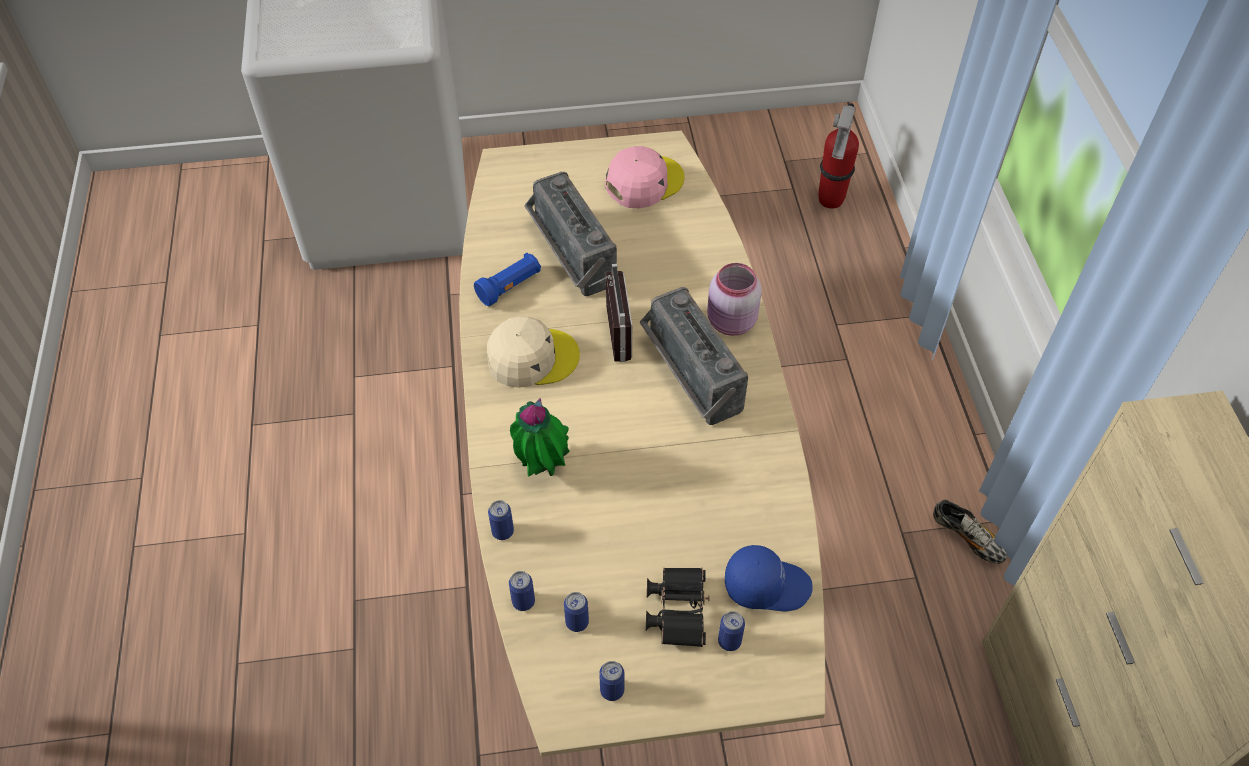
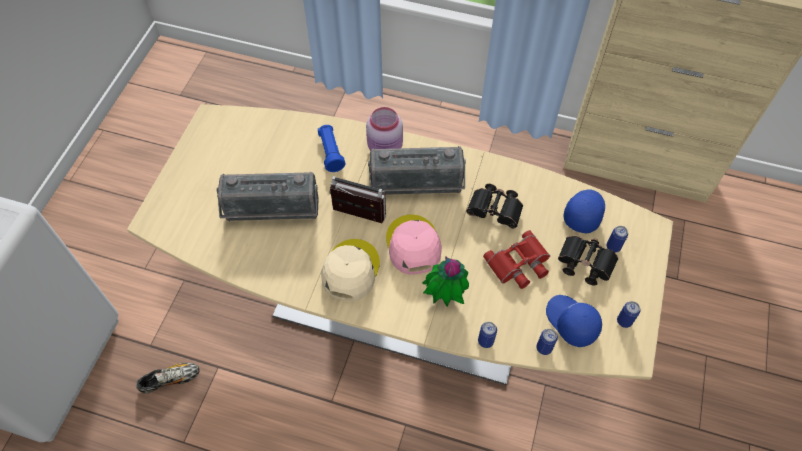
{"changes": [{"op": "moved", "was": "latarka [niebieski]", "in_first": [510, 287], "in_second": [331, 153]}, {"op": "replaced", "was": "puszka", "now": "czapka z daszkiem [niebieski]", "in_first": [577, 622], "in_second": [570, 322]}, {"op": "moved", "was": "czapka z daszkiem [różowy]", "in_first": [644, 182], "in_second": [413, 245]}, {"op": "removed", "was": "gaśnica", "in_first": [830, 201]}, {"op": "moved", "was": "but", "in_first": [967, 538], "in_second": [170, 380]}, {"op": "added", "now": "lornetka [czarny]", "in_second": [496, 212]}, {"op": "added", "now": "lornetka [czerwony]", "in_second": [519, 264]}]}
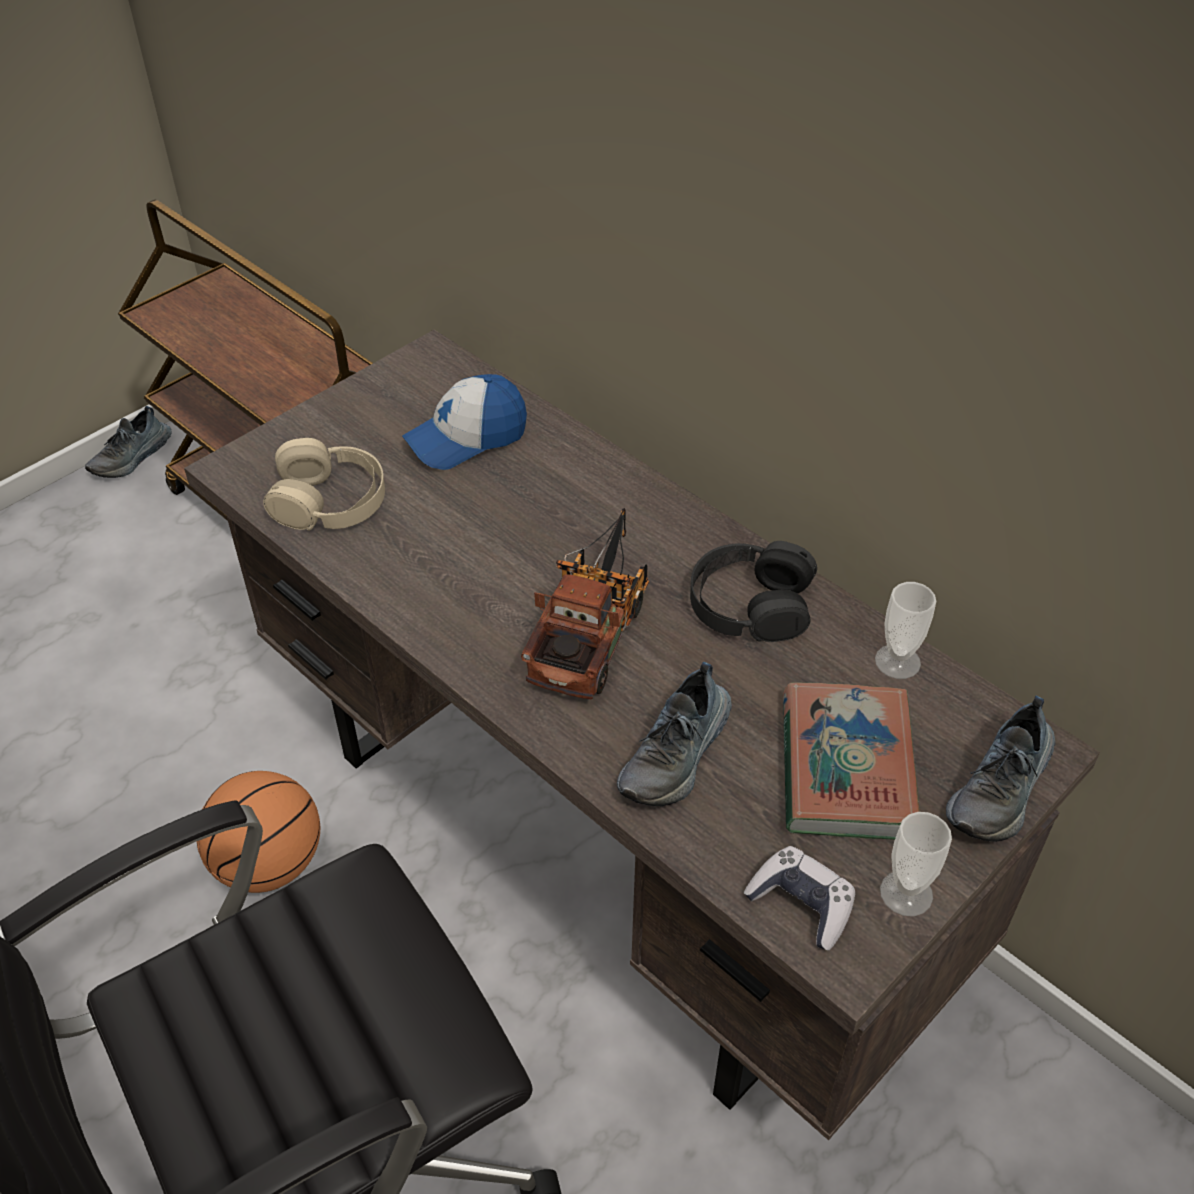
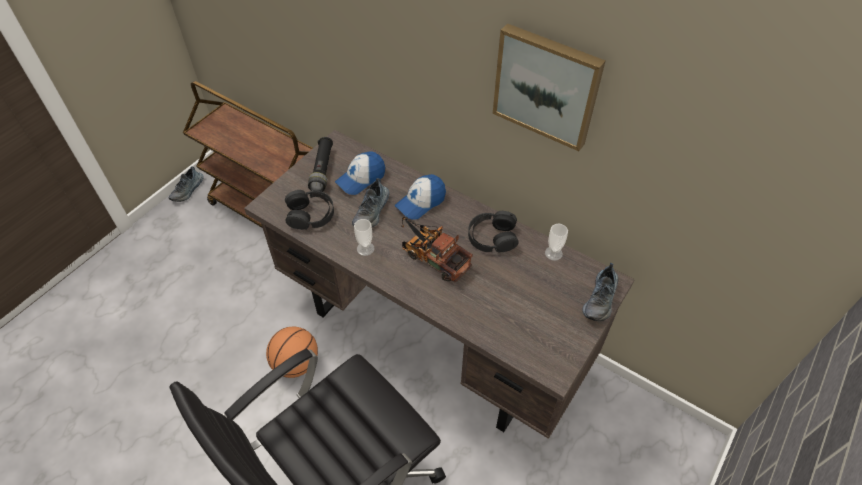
{"changes": [{"op": "recoloured", "was": "słuchawki [beżowy]", "now": "słuchawki [czarny]", "in_first": [329, 500], "in_second": [310, 214]}, {"op": "turned", "was": "ciężarówka zabawkowa", "in_first": [593, 630], "in_second": [432, 256], "clockwise": -60}, {"op": "moved", "was": "but", "in_first": [677, 754], "in_second": [372, 211]}, {"op": "removed", "was": "pad do gier", "in_first": [801, 904]}, {"op": "removed", "was": "książka", "in_first": [846, 767]}, {"op": "moved", "was": "filiżanka", "in_first": [906, 893], "in_second": [365, 248]}, {"op": "added", "now": "latarka [czarny]", "in_second": [322, 170]}, {"op": "added", "now": "czapka z daszkiem", "in_second": [421, 202]}, {"op": "added", "now": "obraz", "in_second": [547, 85]}]}
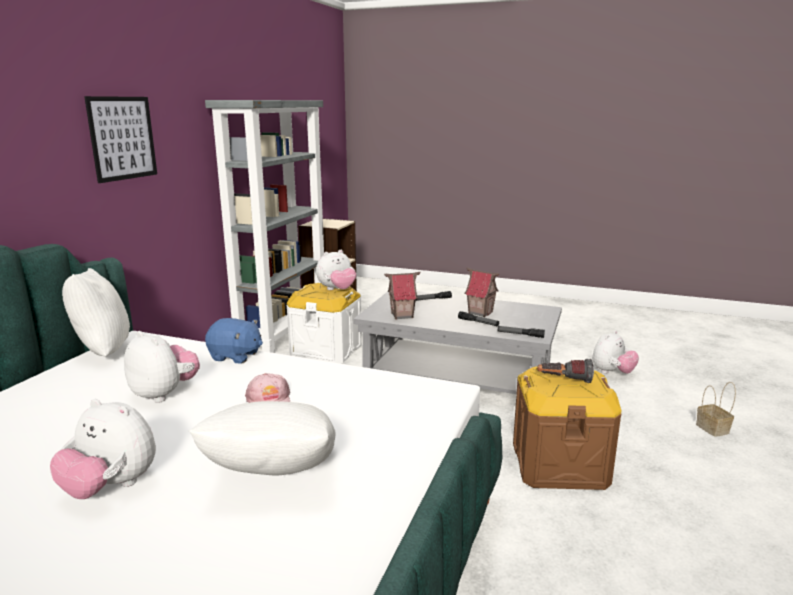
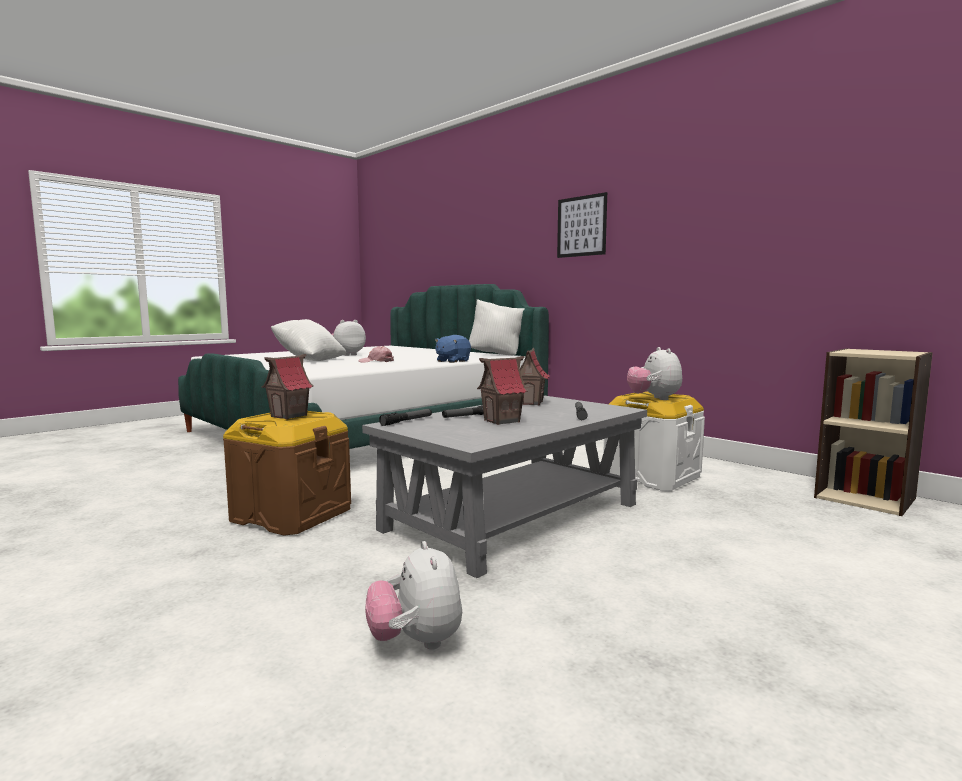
{"changes": [{"op": "removed", "was": "pluszak", "in_first": [164, 394]}, {"op": "removed", "was": "regał [szary]", "in_first": [283, 333]}, {"op": "replaced", "was": "latarka", "now": "domek", "in_first": [564, 380], "in_second": [289, 416]}, {"op": "removed", "was": "koszyk", "in_first": [713, 429]}]}
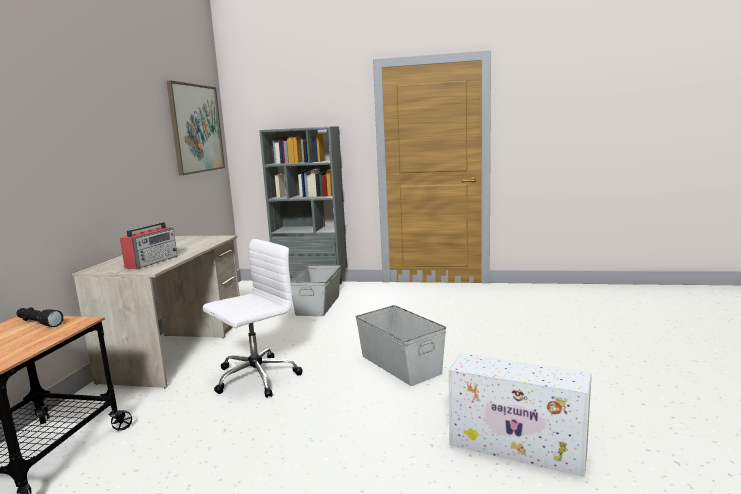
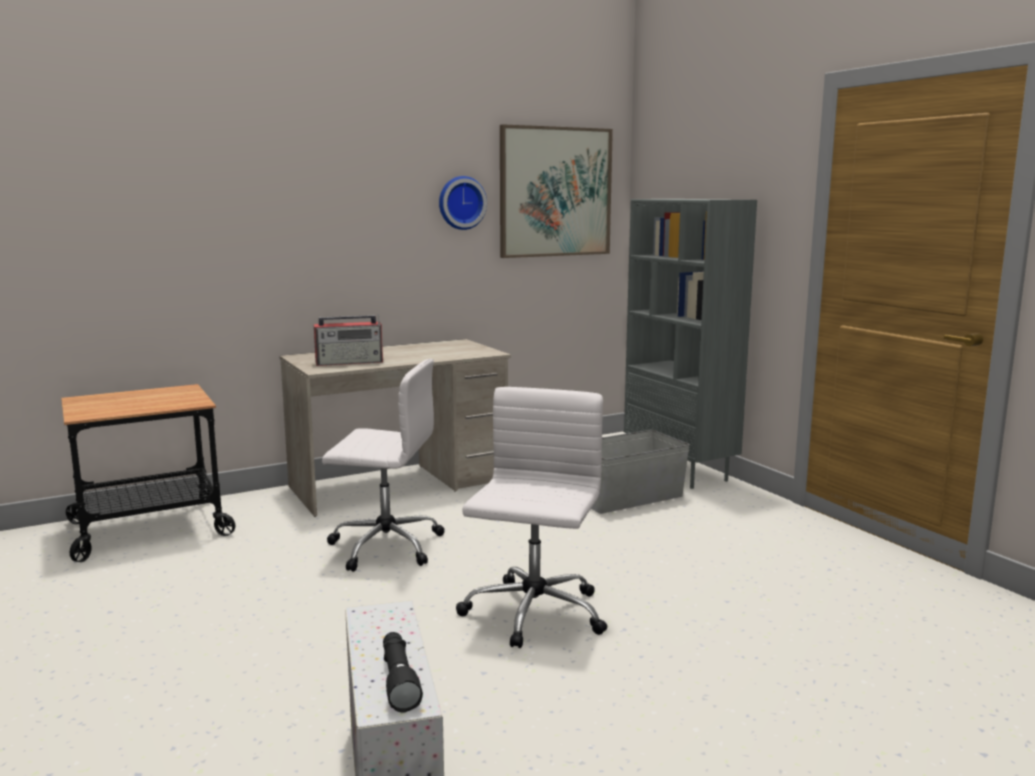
{"changes": [{"op": "moved", "was": "latarka [czarny]", "in_first": [39, 323], "in_second": [398, 680]}, {"op": "replaced", "was": "pojemnik do przechowywania [szary]", "now": "krzesło biurowe [biały]", "in_first": [400, 364], "in_second": [533, 614]}, {"op": "added", "now": "zegar ścienny", "in_second": [461, 203]}]}
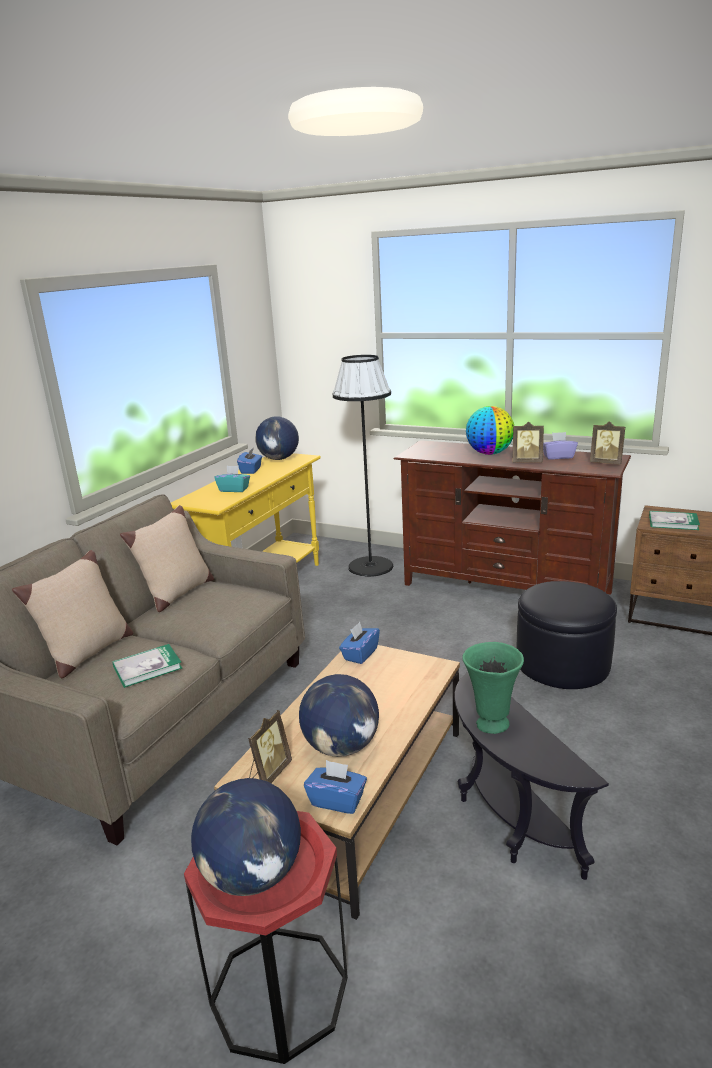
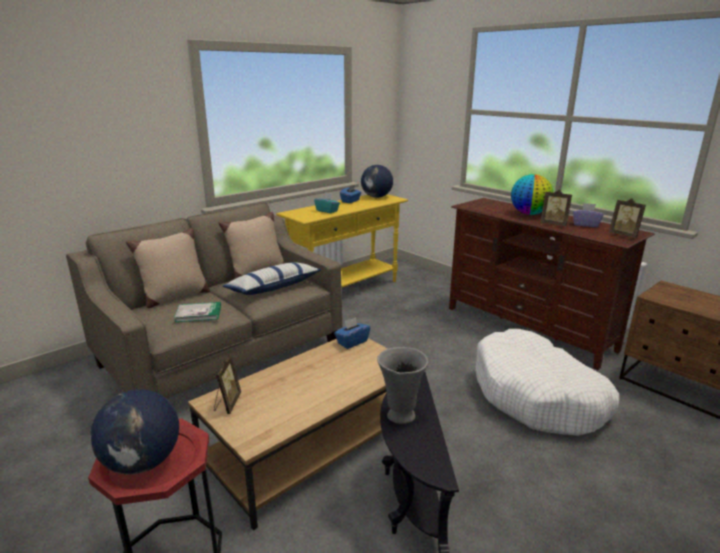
{"changes": [{"op": "turned", "was": "ramka na zdjęcie", "in_first": [269, 773], "in_second": [227, 404], "clockwise": -45}, {"op": "removed", "was": "globus", "in_first": [341, 747]}, {"op": "removed", "was": "pudełko chusteczek [niebieski]", "in_first": [337, 800]}, {"op": "removed", "was": "lampa stojąca [czarny]", "in_first": [370, 566]}, {"op": "recoloured", "was": "wazon [zielony]", "now": "wazon [szary]", "in_first": [491, 724], "in_second": [400, 416]}, {"op": "replaced", "was": "pufa [czarny]", "now": "legowisko [biały]", "in_first": [562, 663], "in_second": [537, 396]}, {"op": "removed", "was": "książka", "in_first": [673, 522]}, {"op": "added", "now": "poduszka", "in_second": [273, 287]}]}
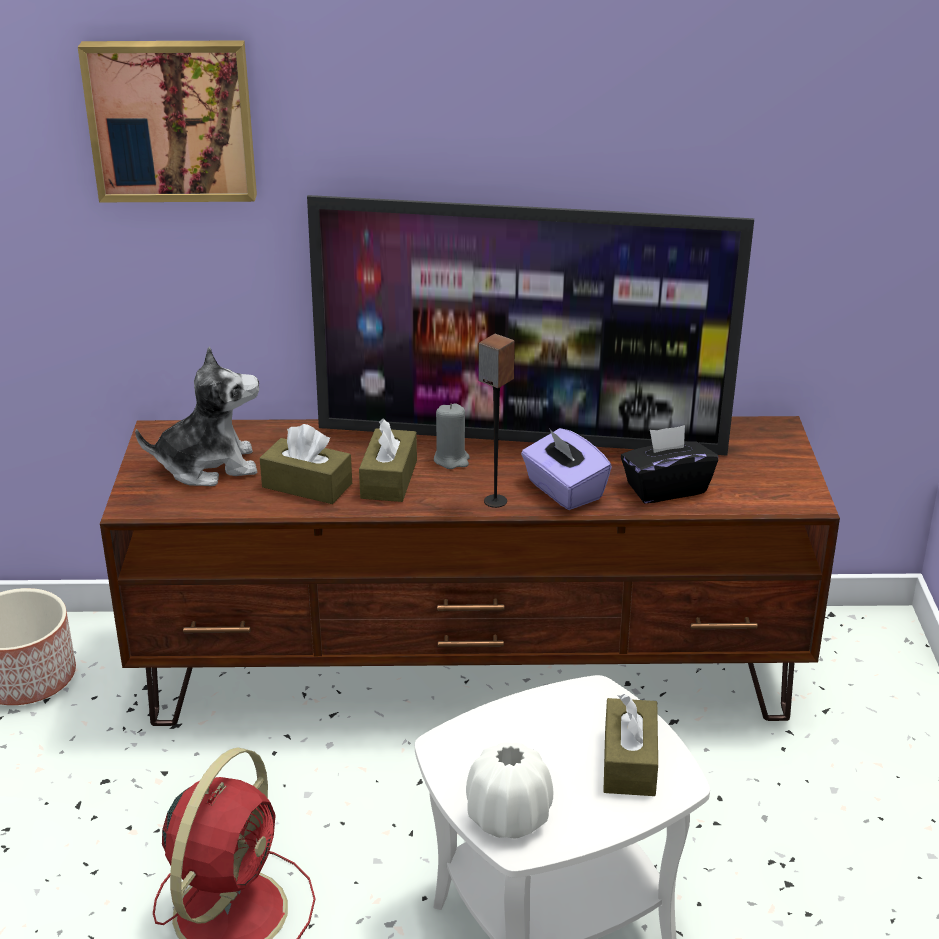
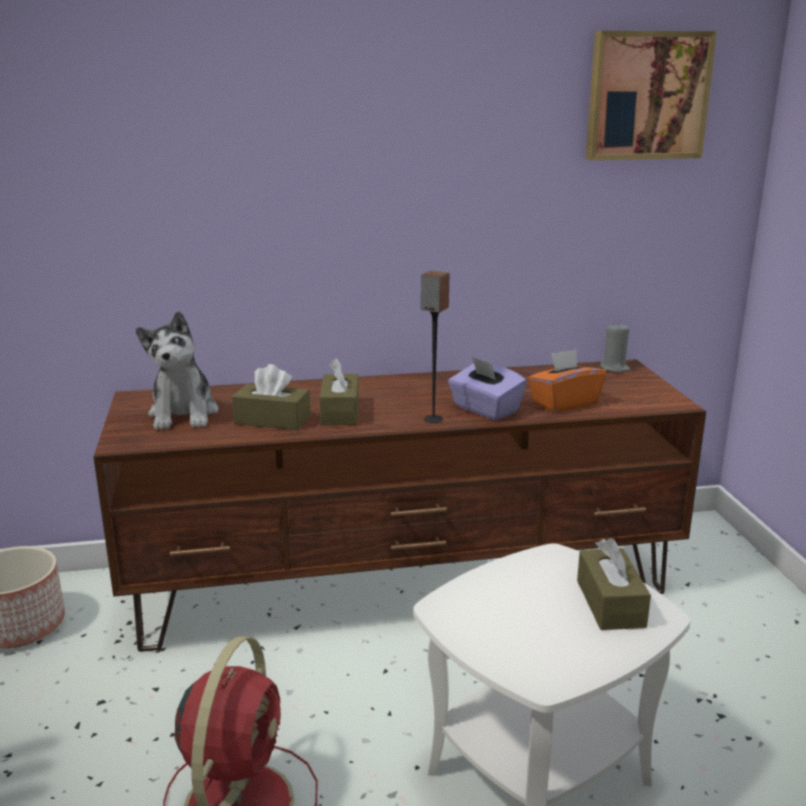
{"changes": [{"op": "moved", "was": "obraz", "in_first": [171, 119], "in_second": [646, 96]}, {"op": "turned", "was": "pluszak", "in_first": [208, 466], "in_second": [184, 414], "clockwise": 105}, {"op": "removed", "was": "telewizor", "in_first": [522, 438]}, {"op": "moved", "was": "świeca [szary]", "in_first": [451, 459], "in_second": [614, 368]}, {"op": "removed", "was": "wazon [biały]", "in_first": [509, 818]}, {"op": "recoloured", "was": "pudełko chusteczek [czarny]", "now": "pudełko chusteczek [pomarańczowy]", "in_first": [666, 488], "in_second": [564, 403]}]}
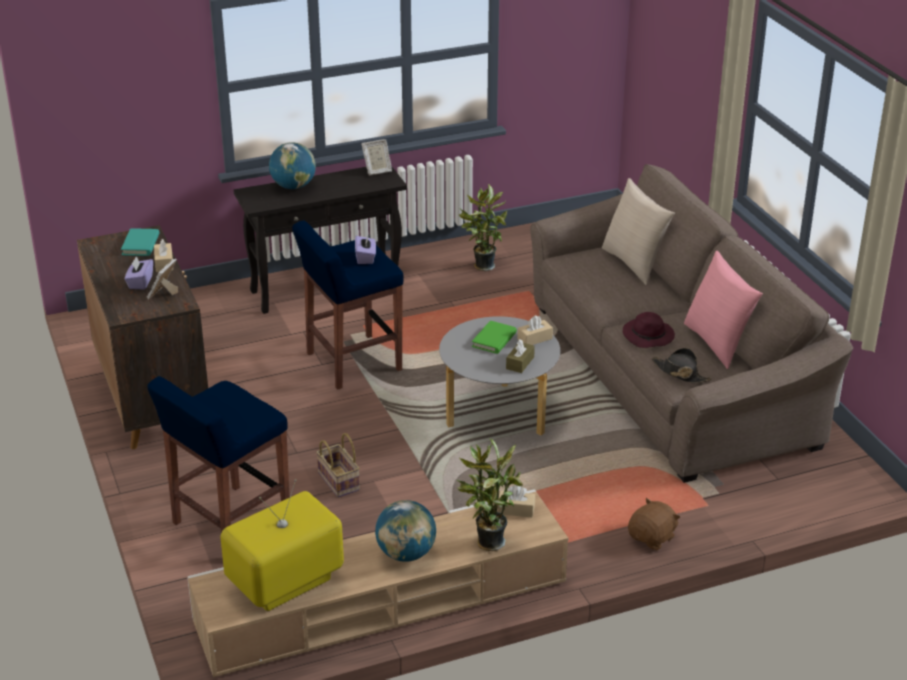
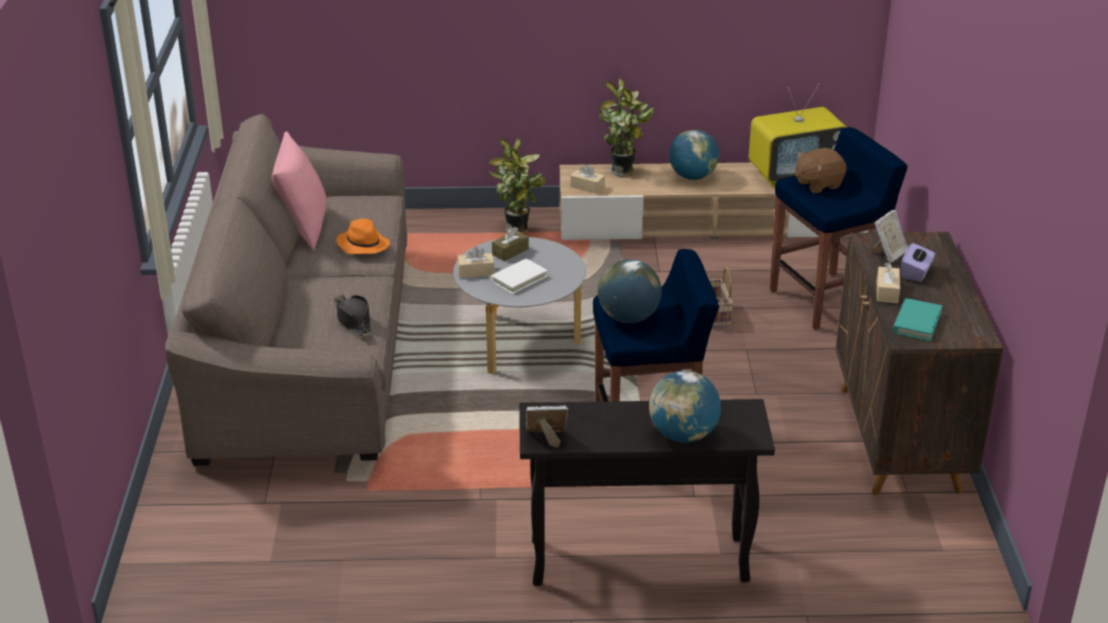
{"changes": [{"op": "replaced", "was": "pudełko chusteczek [fioletowy]", "now": "globus", "in_first": [365, 258], "in_second": [629, 318]}, {"op": "moved", "was": "roślina doniczkowa", "in_first": [482, 266], "in_second": [519, 231]}, {"op": "recoloured", "was": "książka [zielony]", "now": "książka [biały]", "in_first": [494, 340], "in_second": [518, 279]}, {"op": "removed", "was": "poduszka [beżowy]", "in_first": [634, 263]}, {"op": "recoloured", "was": "kapelusz [fioletowy]", "now": "kapelusz [pomarańczowy]", "in_first": [649, 336], "in_second": [362, 245]}, {"op": "moved", "was": "pluszak [brązowy]", "in_first": [652, 538], "in_second": [818, 184]}, {"op": "moved", "was": "kapelusz [czarny]", "in_first": [680, 373], "in_second": [353, 321]}]}
